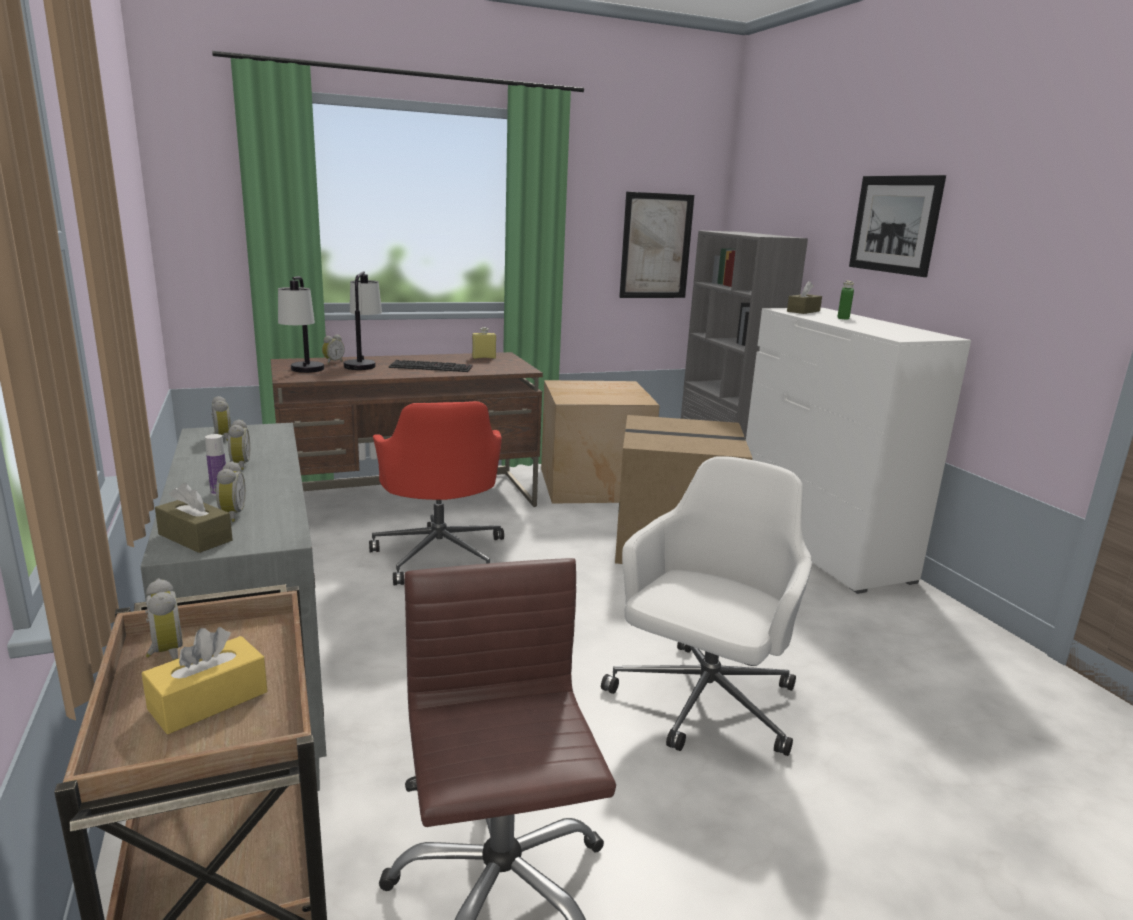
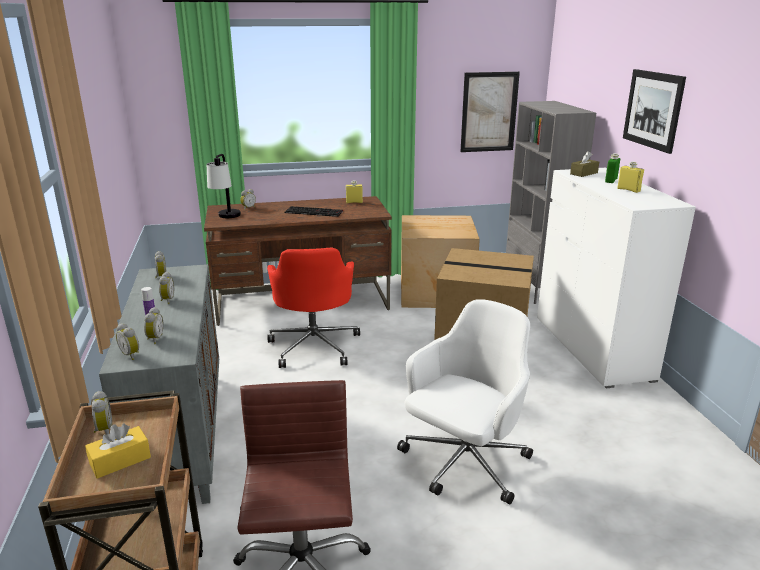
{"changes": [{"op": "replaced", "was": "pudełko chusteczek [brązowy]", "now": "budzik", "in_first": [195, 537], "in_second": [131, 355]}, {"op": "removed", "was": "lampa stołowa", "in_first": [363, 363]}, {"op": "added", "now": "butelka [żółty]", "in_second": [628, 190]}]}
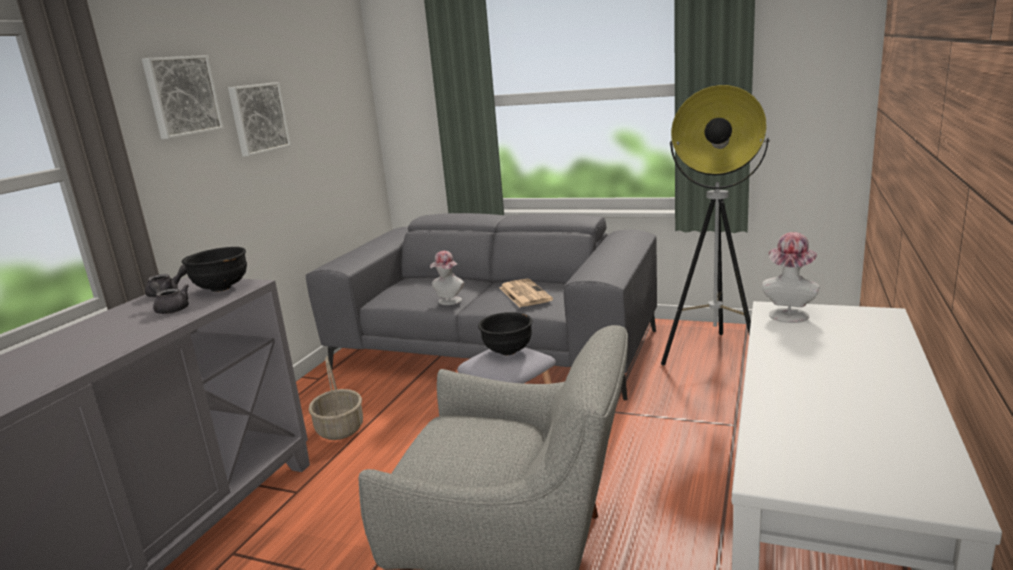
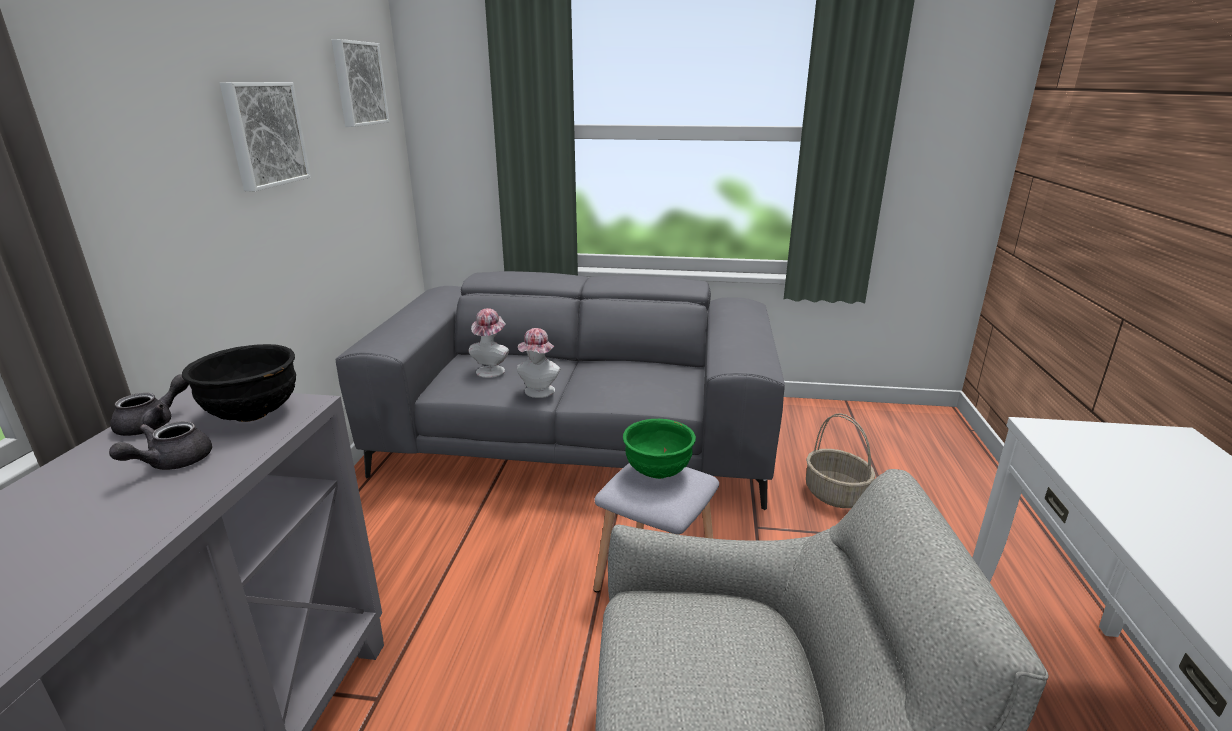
{"changes": [{"op": "moved", "was": "obraz", "in_first": [181, 96], "in_second": [358, 83]}, {"op": "turned", "was": "imbryk [szary]", "in_first": [170, 308], "in_second": [171, 463], "clockwise": -90}, {"op": "moved", "was": "koszyk", "in_first": [340, 429], "in_second": [836, 494]}, {"op": "recoloured", "was": "miska [czarny]", "now": "miska [zielony]", "in_first": [507, 351], "in_second": [657, 472]}, {"op": "removed", "was": "gazeta", "in_first": [524, 293]}, {"op": "removed", "was": "lampa stojąca", "in_first": [715, 356]}, {"op": "moved", "was": "kapelusz", "in_first": [789, 313], "in_second": [491, 370]}]}
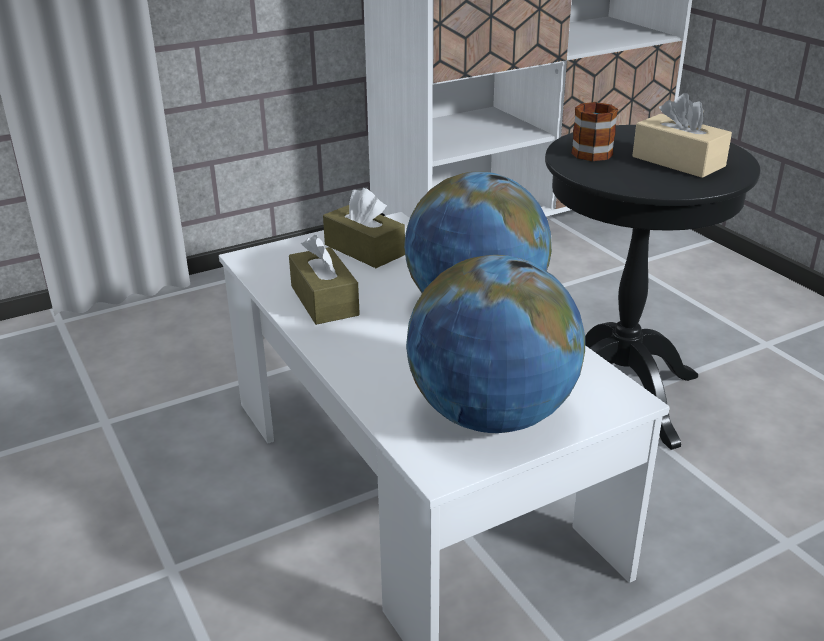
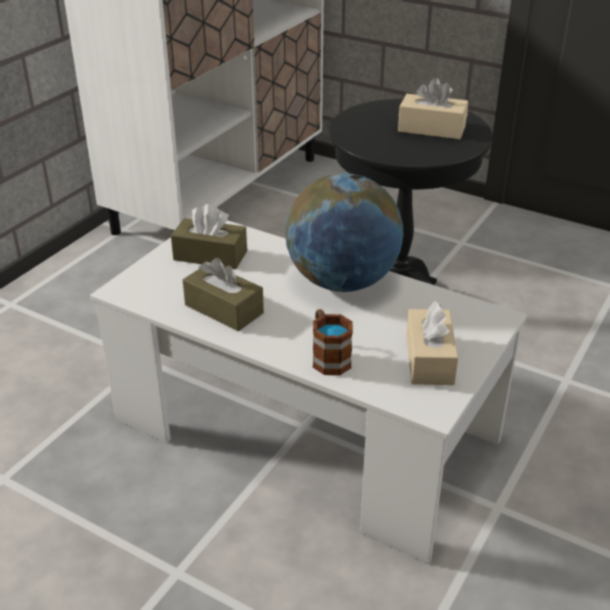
{"changes": [{"op": "replaced", "was": "globus", "now": "pudełko chusteczek [beżowy]", "in_first": [491, 415], "in_second": [429, 359]}, {"op": "moved", "was": "kubek", "in_first": [591, 150], "in_second": [328, 357]}]}
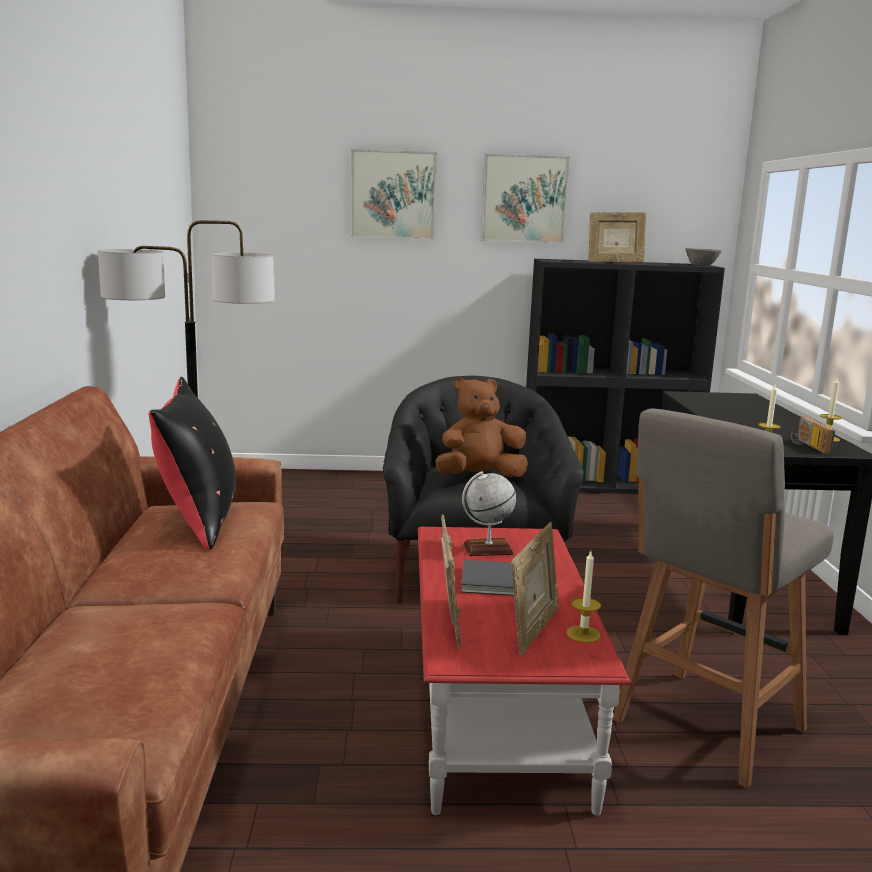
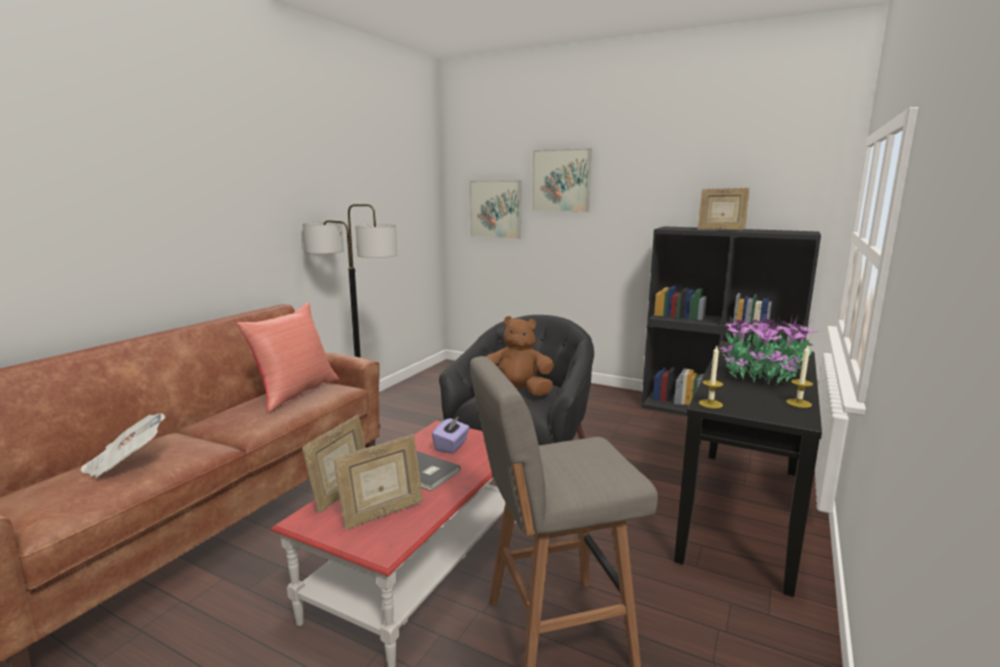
{"changes": [{"op": "recoloured", "was": "poduszka [czarny]", "now": "poduszka [czerwony]", "in_first": [199, 520], "in_second": [295, 393]}, {"op": "replaced", "was": "globus", "now": "pudełko chusteczek [fioletowy]", "in_first": [488, 549], "in_second": [451, 446]}, {"op": "moved", "was": "obraz", "in_first": [524, 199], "in_second": [495, 209]}, {"op": "removed", "was": "świeca", "in_first": [583, 634]}, {"op": "removed", "was": "miska [szary]", "in_first": [702, 265]}, {"op": "removed", "was": "radio", "in_first": [807, 445]}, {"op": "added", "now": "gazeta", "in_second": [126, 463]}, {"op": "added", "now": "roślina doniczkowa", "in_second": [761, 374]}]}
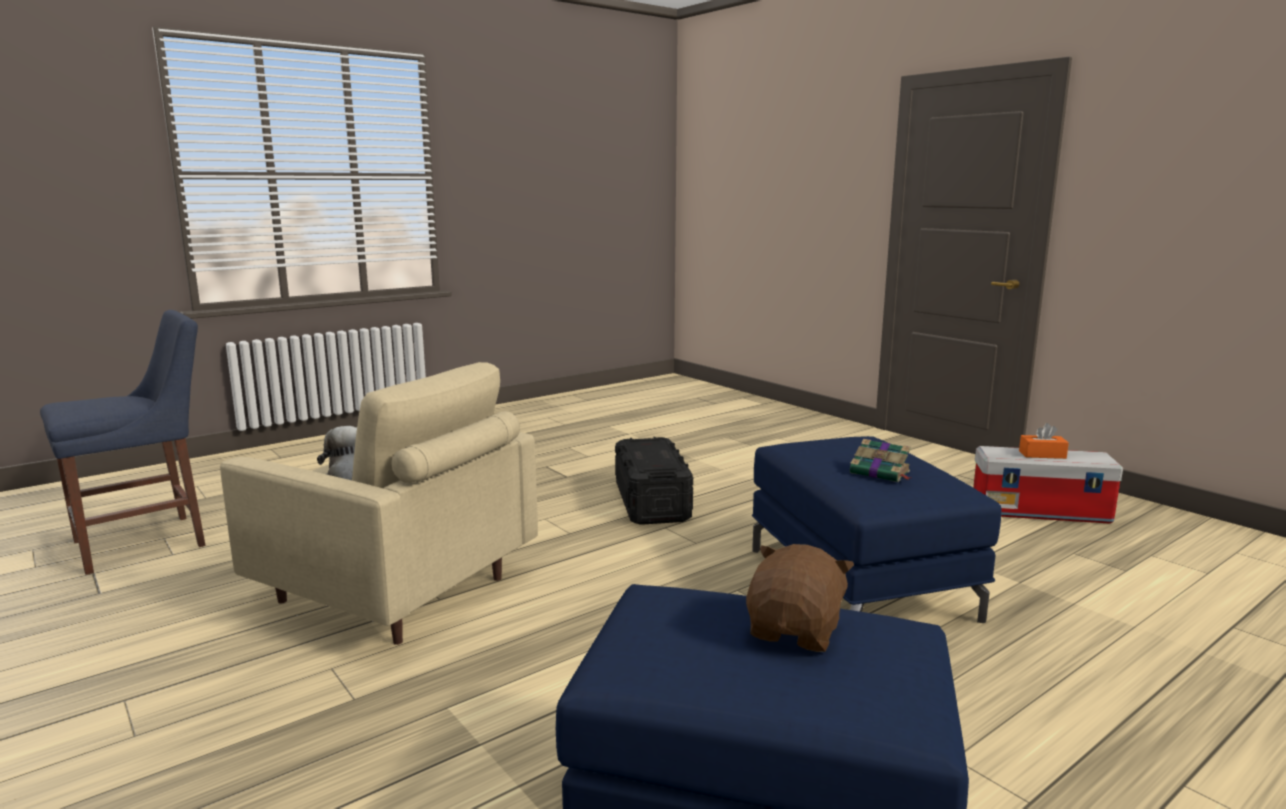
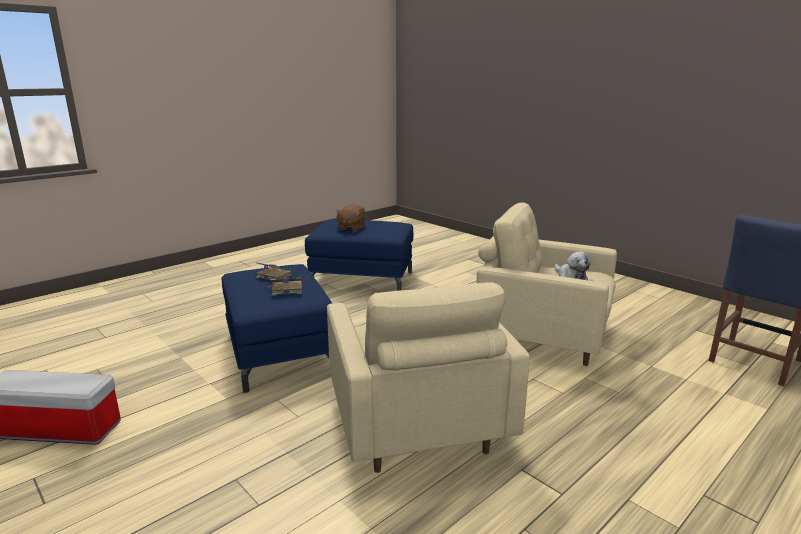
{"changes": [{"op": "replaced", "was": "pojemnik do przechowywania [czarny]", "now": "fotel [beżowy]", "in_first": [652, 501], "in_second": [416, 427]}, {"op": "removed", "was": "pudełko chusteczek [pomarańczowy]", "in_first": [1042, 454]}, {"op": "added", "now": "książka", "in_second": [286, 290]}]}
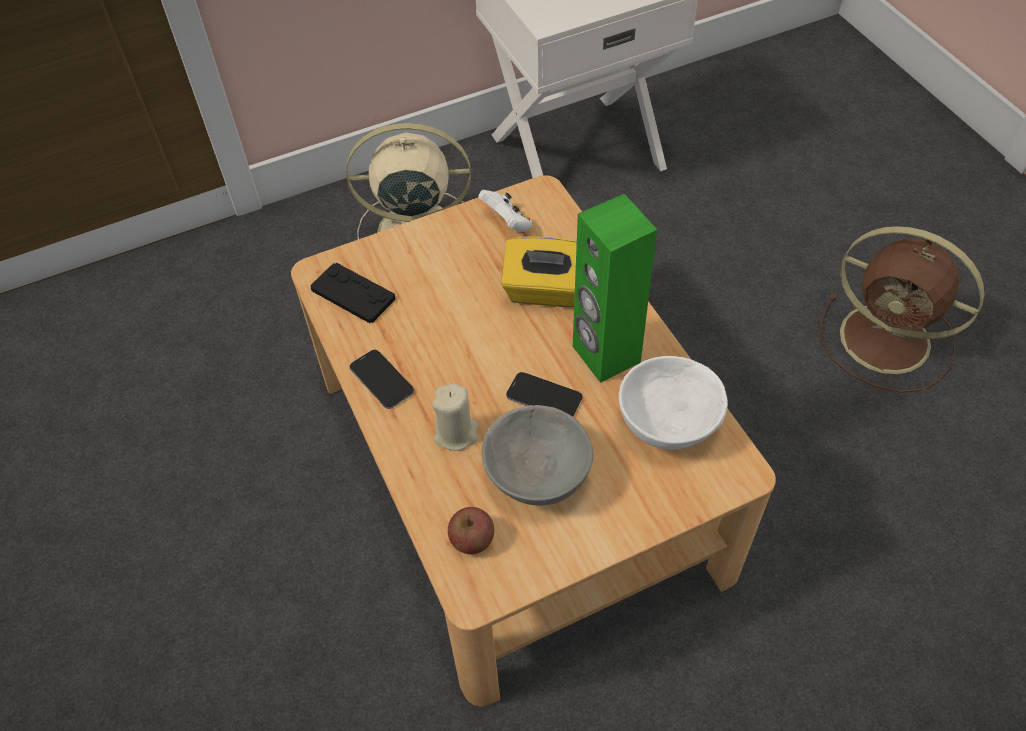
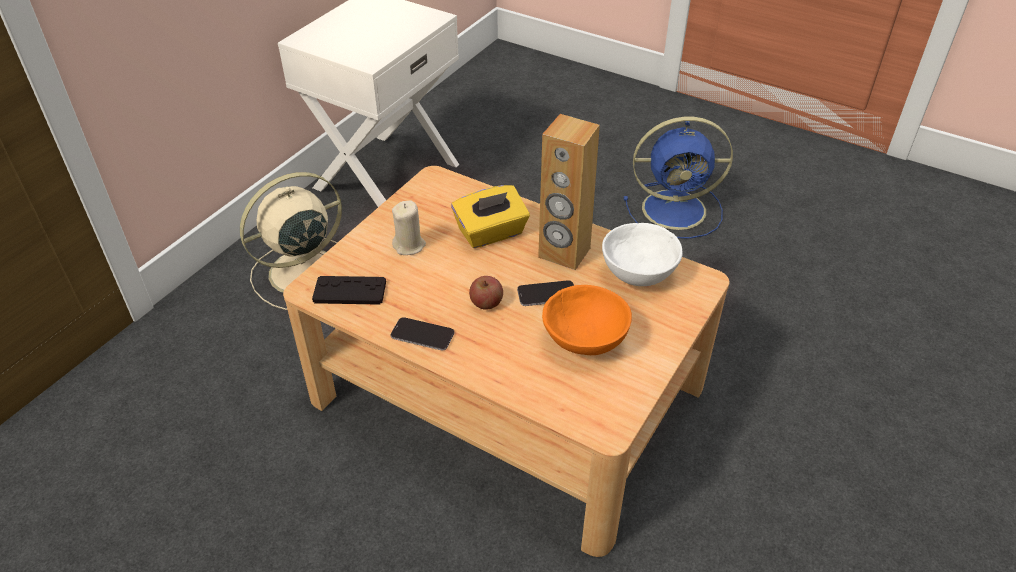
{"changes": [{"op": "moved", "was": "świeca [beżowy]", "in_first": [456, 433], "in_second": [409, 245]}, {"op": "moved", "was": "jabłko", "in_first": [472, 539], "in_second": [486, 303]}, {"op": "removed", "was": "pad do gier [biały]", "in_first": [507, 223]}, {"op": "recoloured", "was": "miska [szary]", "now": "miska [pomarańczowy]", "in_first": [536, 477], "in_second": [584, 342]}, {"op": "recoloured", "was": "głośnik [zielony]", "now": "głośnik [brązowy]", "in_first": [605, 355], "in_second": [564, 253]}, {"op": "recoloured", "was": "wentylator [brązowy]", "now": "wentylator [niebieski]", "in_first": [889, 340], "in_second": [677, 209]}]}
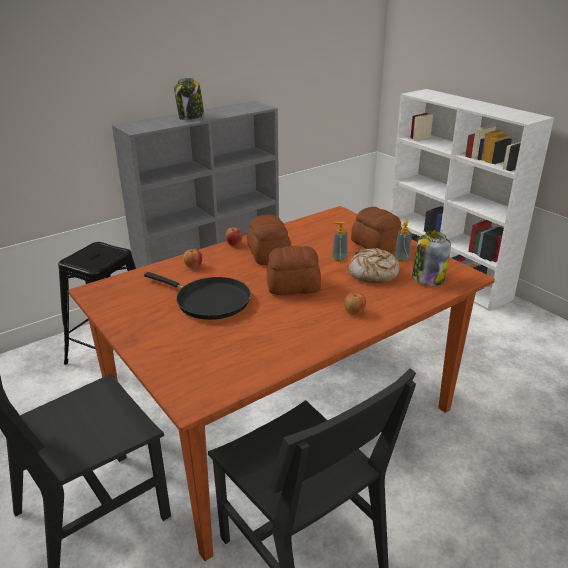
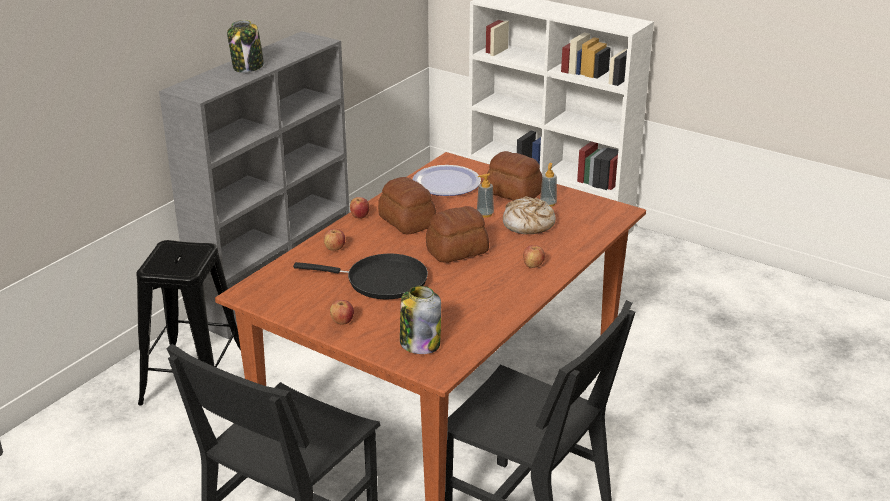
{"changes": [{"op": "moved", "was": "słoik", "in_first": [428, 278], "in_second": [419, 343]}, {"op": "added", "now": "jabłko", "in_second": [342, 321]}, {"op": "added", "now": "talerz", "in_second": [446, 182]}]}
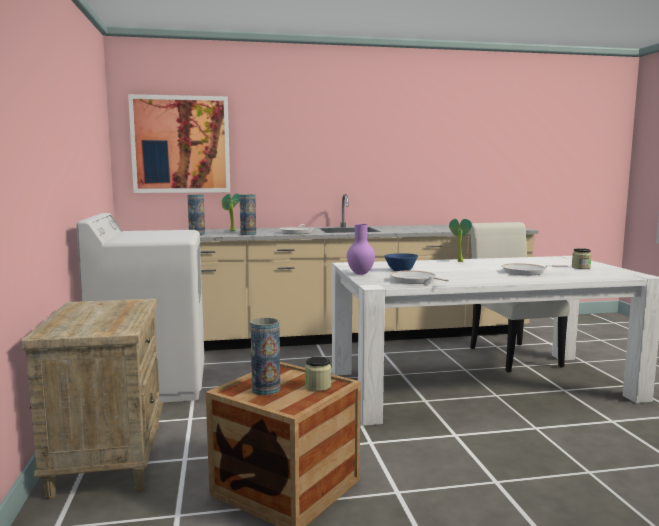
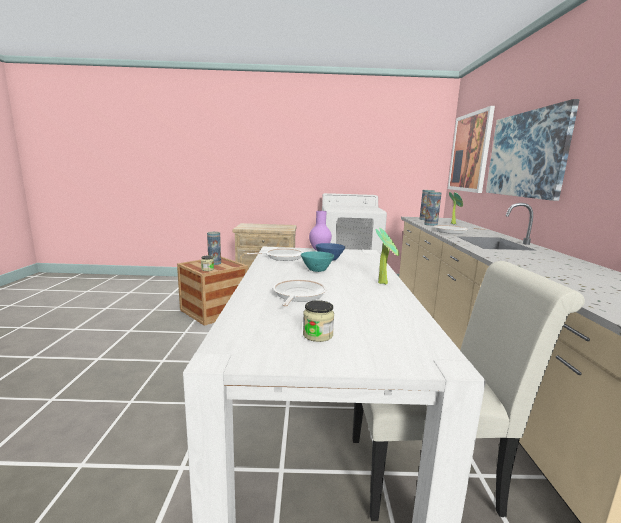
{"changes": [{"op": "added", "now": "miska [turkusowy]", "in_second": [317, 269]}, {"op": "added", "now": "obraz", "in_second": [526, 154]}]}
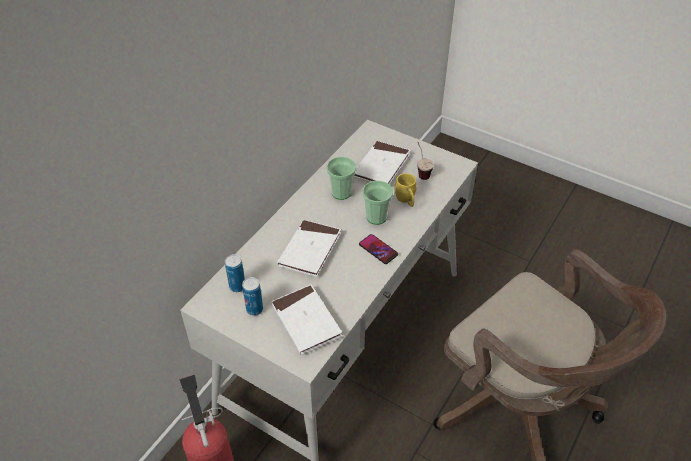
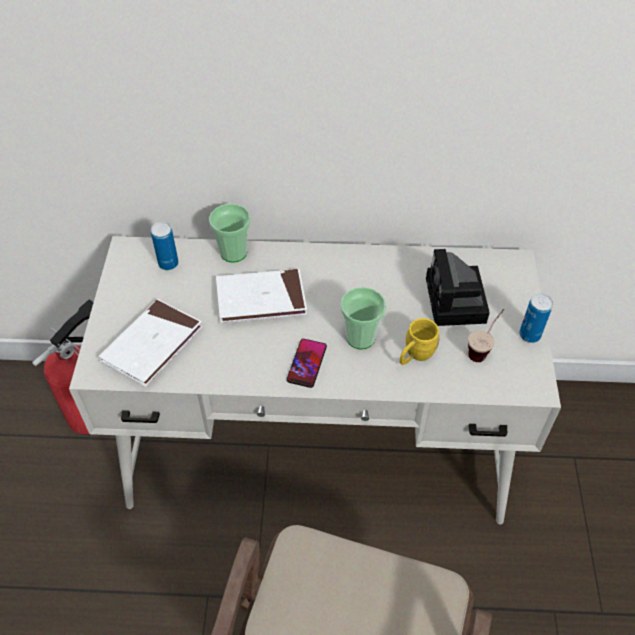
{"changes": [{"op": "moved", "was": "puszka", "in_first": [254, 309], "in_second": [529, 335]}, {"op": "moved", "was": "filiżanka", "in_first": [341, 193], "in_second": [233, 252]}, {"op": "replaced", "was": "książka [biały]", "now": "aparat fotograficzny", "in_first": [381, 166], "in_second": [456, 303]}]}
